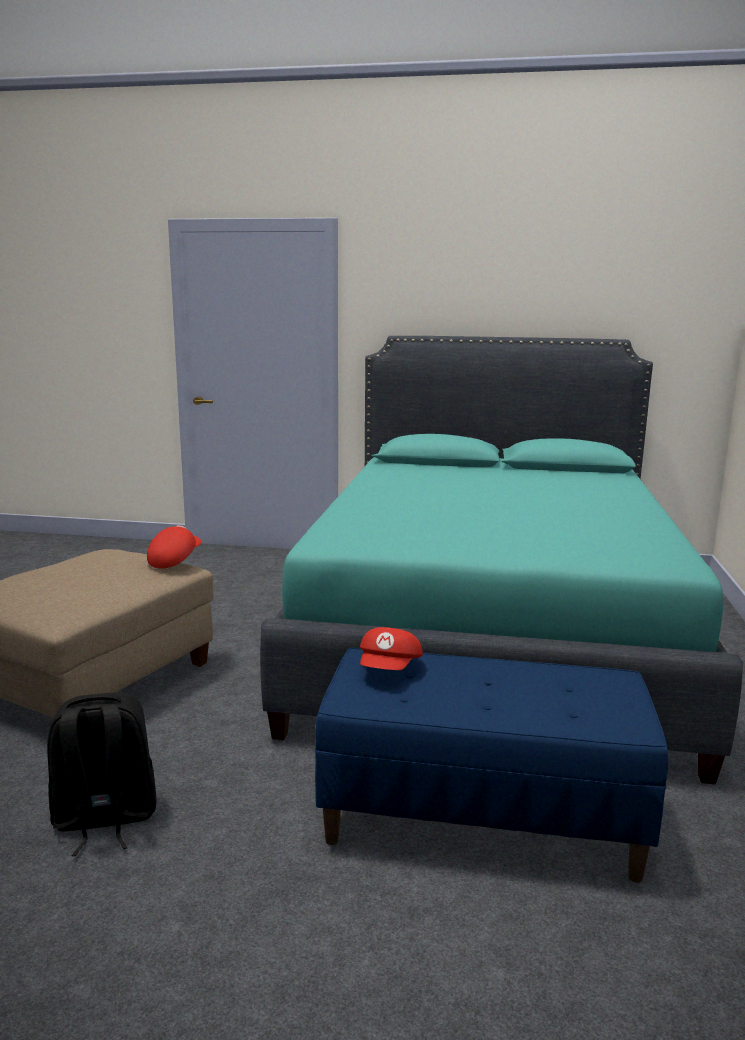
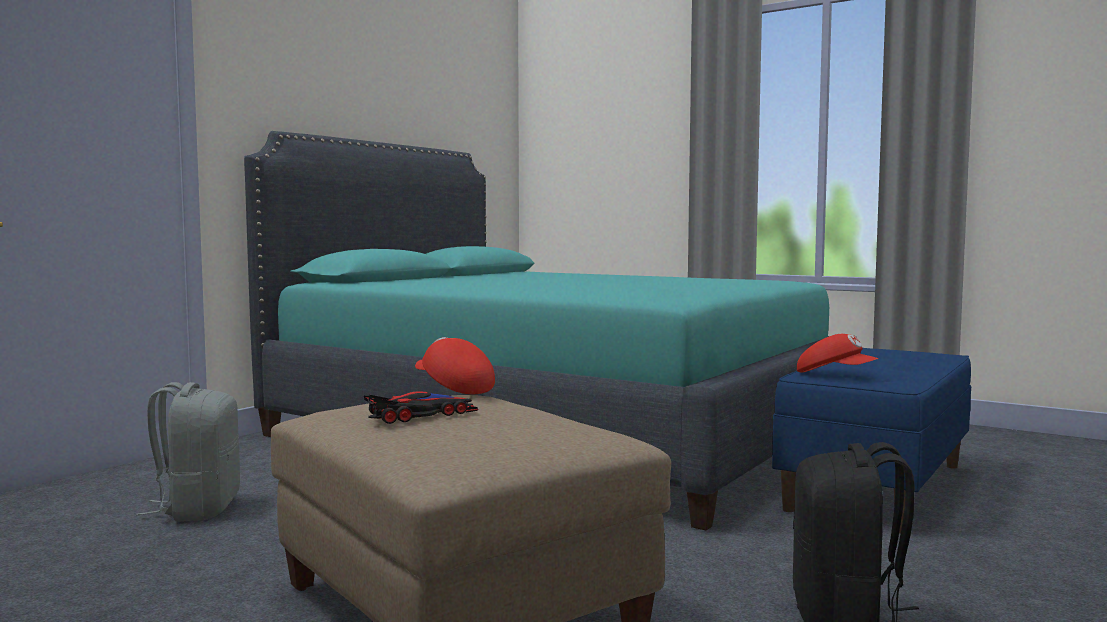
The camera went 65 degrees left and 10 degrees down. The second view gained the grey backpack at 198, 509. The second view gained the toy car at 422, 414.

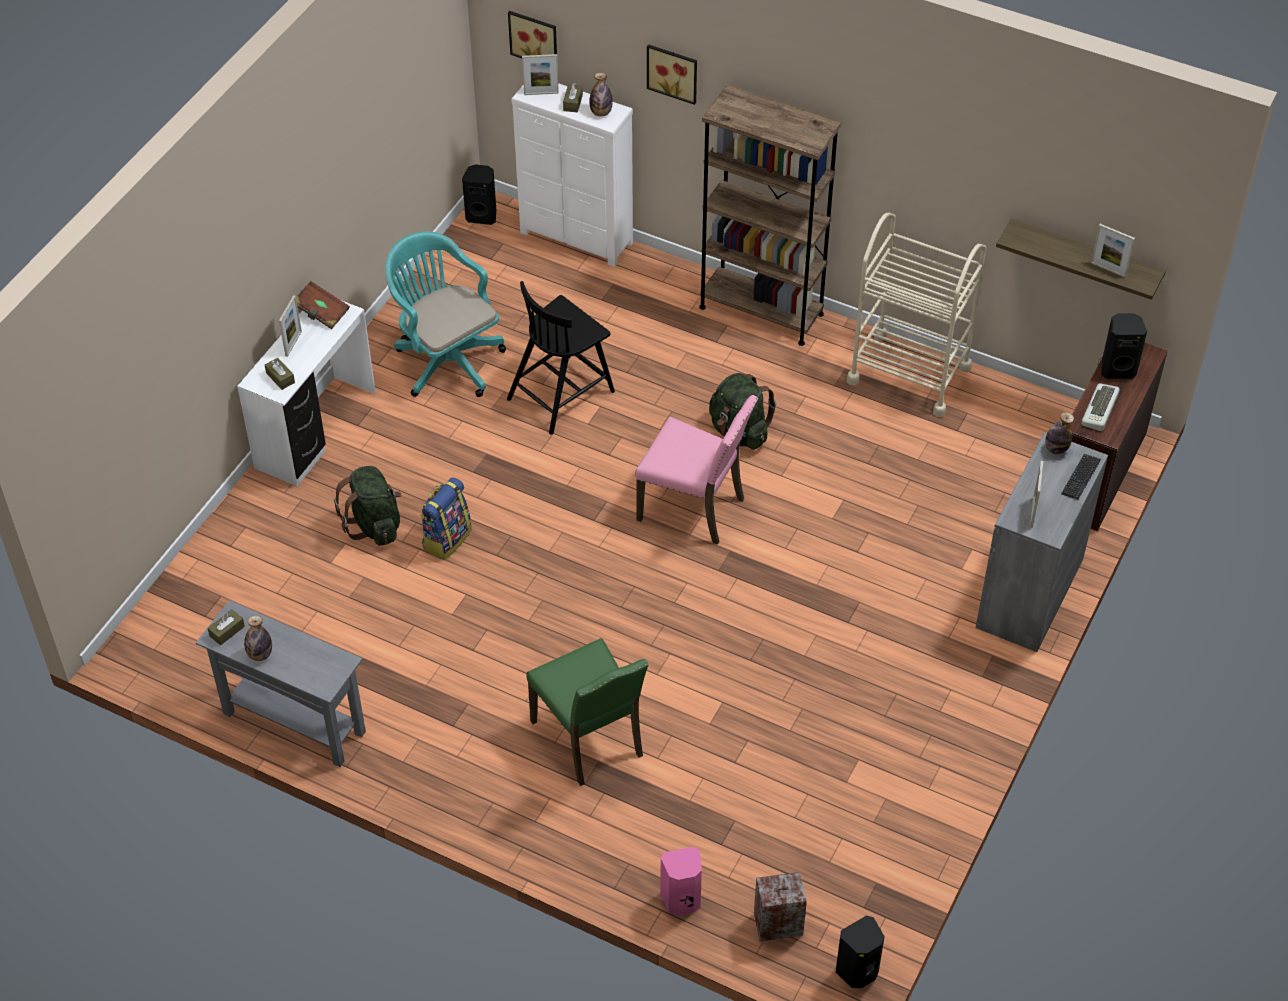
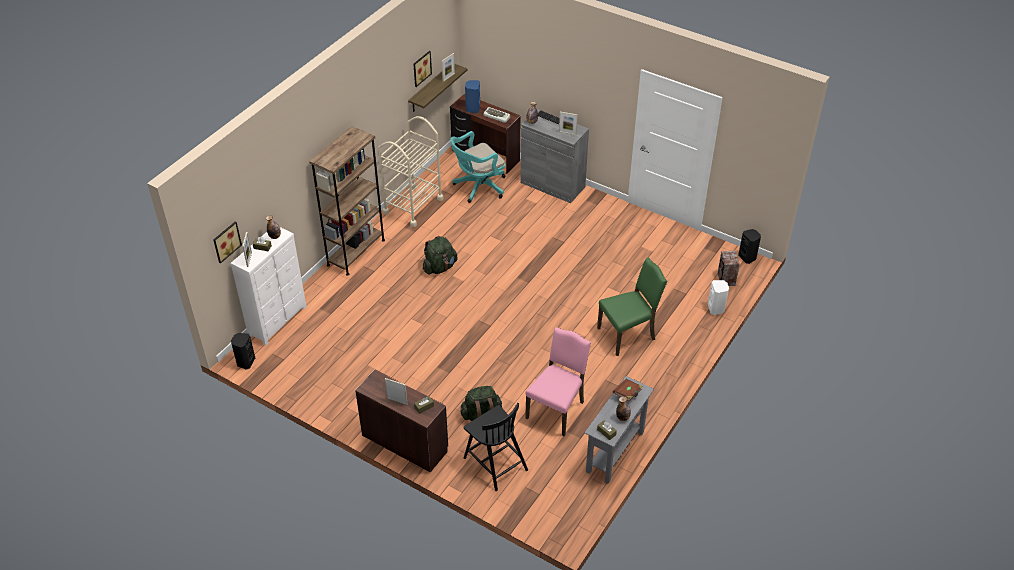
The camera went 85 degrees left and 5 degrees down. What was the white desk at 317, 430 turned into the brown desk at 405, 442. The brown book ended up elsewhere, having gone from 321, 313 to 627, 394. The turquoise office chair ended up elsewhere, having gone from 446, 359 to 478, 187. The second view lost the backpack at 446, 539. The black chair ended up elsewhere, having gone from 562, 394 to 495, 463. The pink chair ended up elsewhere, having gone from 694, 508 to 557, 409. The picture ended up elsewhere, having gone from 673, 72 to 421, 68. What was the pink speaker at 681, 900 turned into the white speaker at 716, 309. What was the black speaker at 1117, 369 turned into the blue speaker at 472, 108.

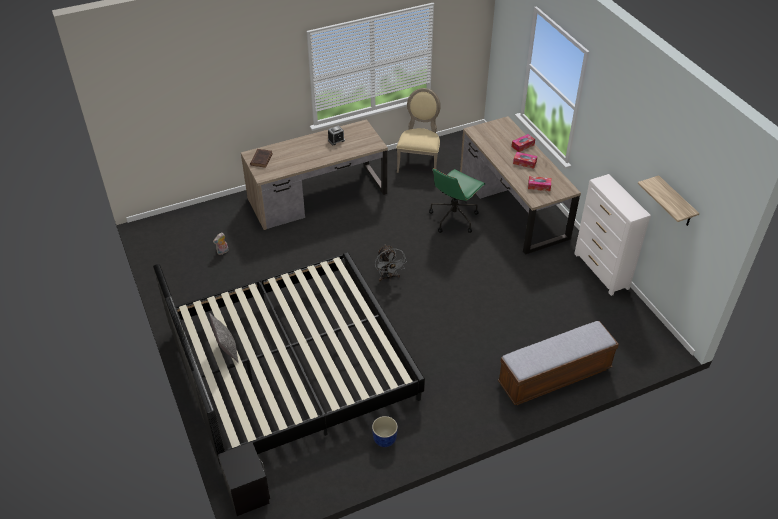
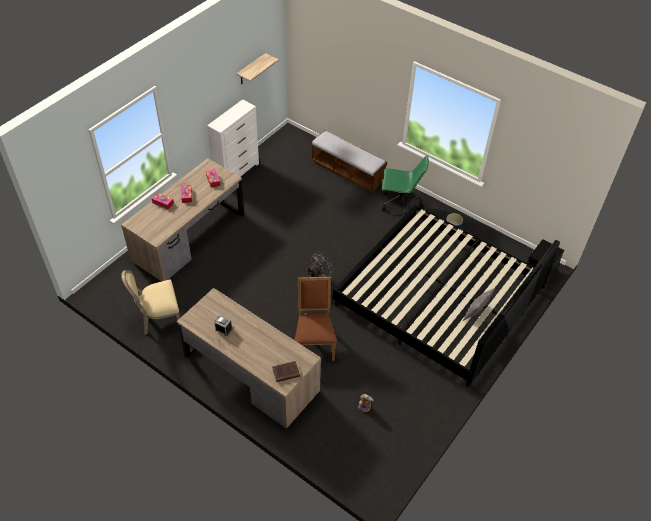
The camera went 120 degrees left and 5 degrees up. The green office chair ended up elsewhere, having gone from 454, 218 to 400, 204. The second view gained the brown chair at 314, 342.

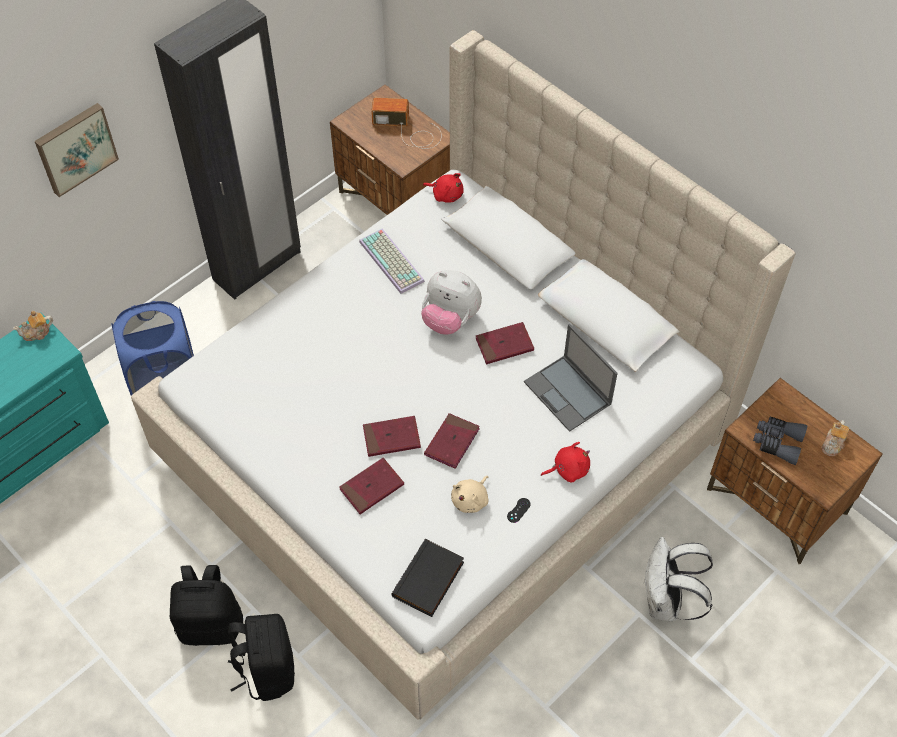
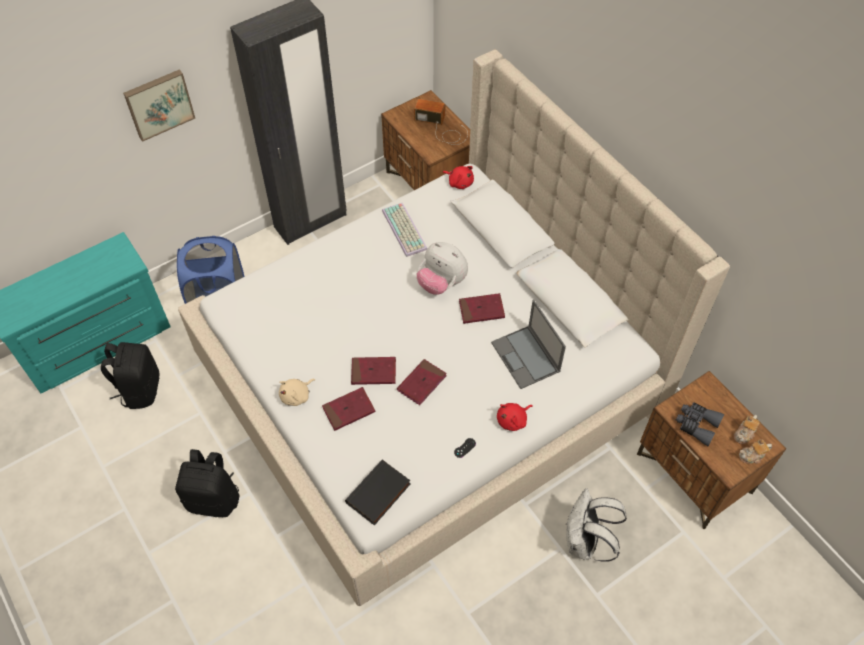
The camera went 10 degrees right and 0 degrees up. The teapot ended up elsewhere, having gone from 37, 333 to 752, 456. The black backpack ended up elsewhere, having gone from 267, 670 to 140, 389. The beige plush toy ended up elsewhere, having gone from 471, 500 to 297, 396. The red plush toy at 568, 469 ended up facing another way, 150 degrees clockwise from before.

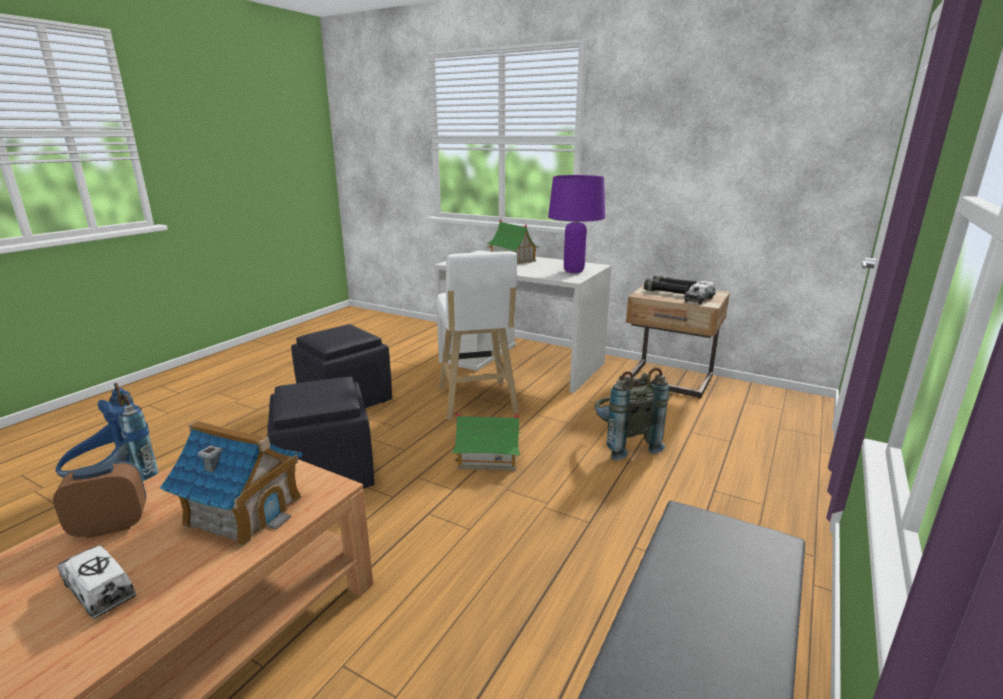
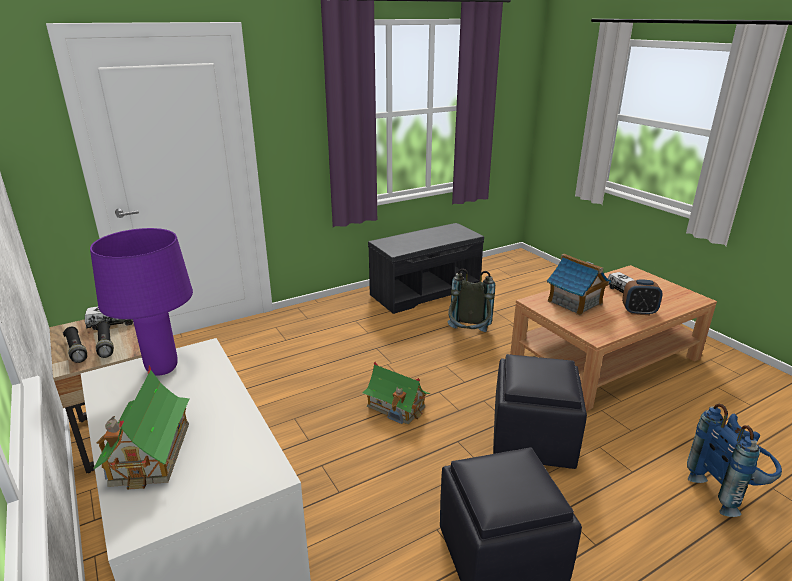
The camera went 150 degrees left and 5 degrees up. The second view lost the white stool at 477, 402. The grey backpack ended up elsewhere, having gone from 623, 444 to 468, 336.

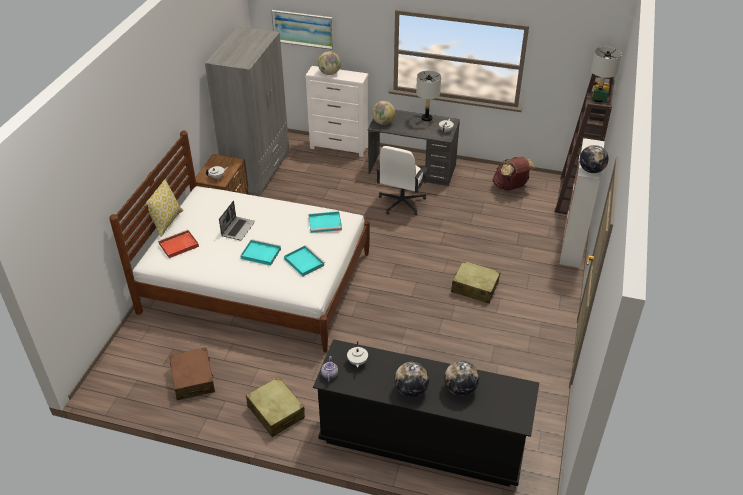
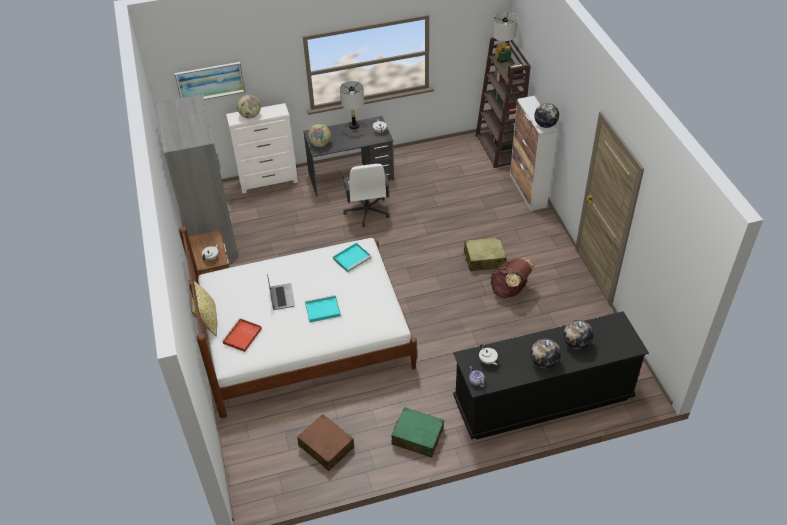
The camera went 30 degrees left and 5 degrees up. What was the beige suitcase at 276, 412 turned into the green suitcase at 417, 437. The second view lost the turquoise tray at 303, 262. The brown backpack ended up elsewhere, having gone from 510, 187 to 510, 290.

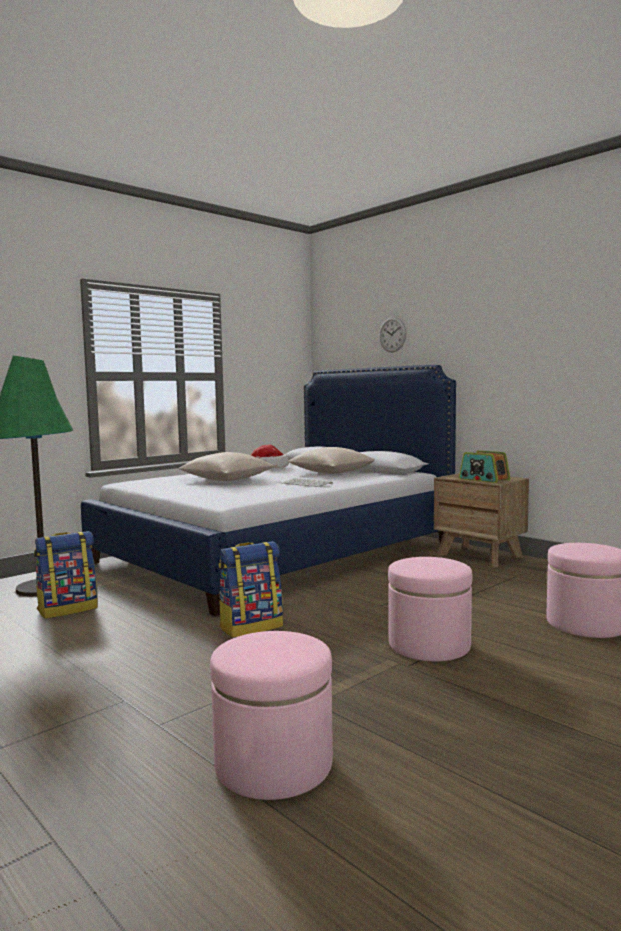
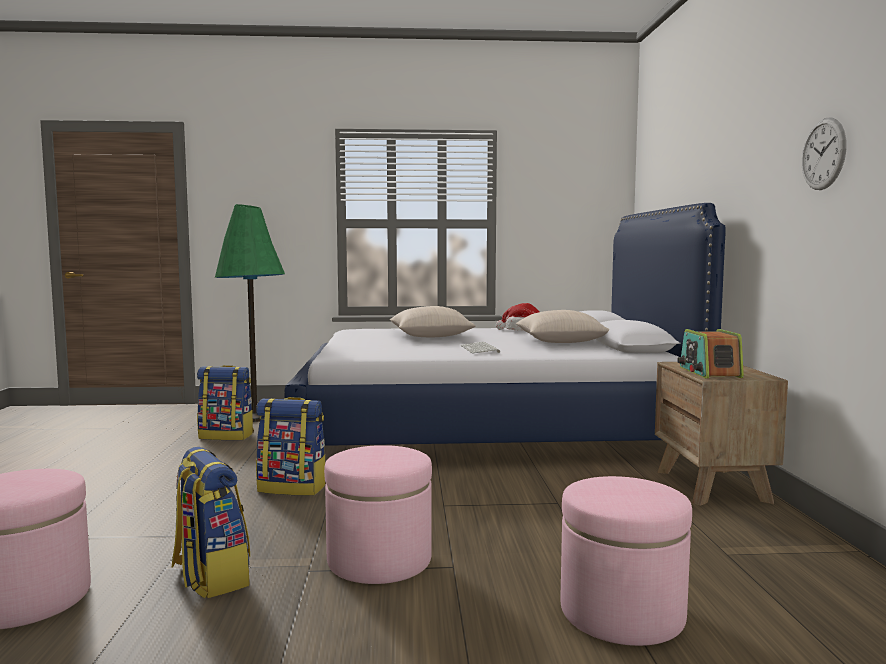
The camera went 40 degrees right and 0 degrees up. The wall clock ended up elsewhere, having gone from 392, 334 to 823, 154. The second view gained the backpack at 210, 577.

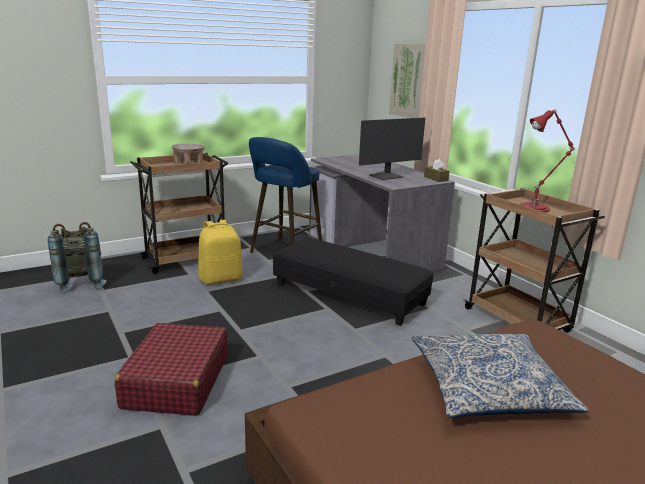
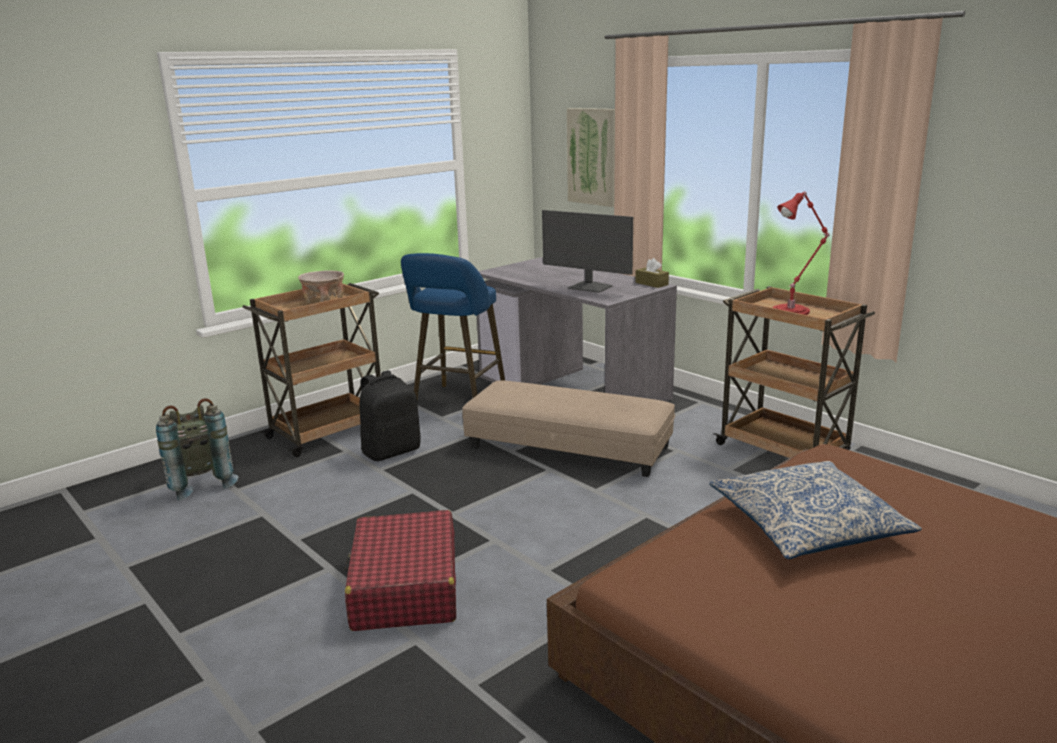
The camera went 10 degrees left and 0 degrees up. What was the yellow backpack at 220, 279 turned into the black backpack at 391, 451. What was the black ottoman at 349, 294 turned into the beige ottoman at 568, 447. The monitor at 387, 176 ended up facing another way, 75 degrees clockwise from before.

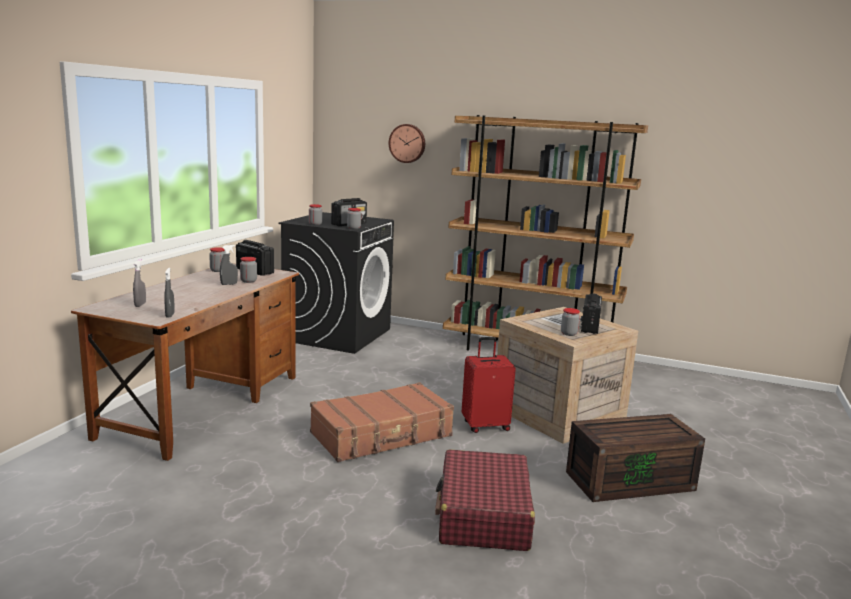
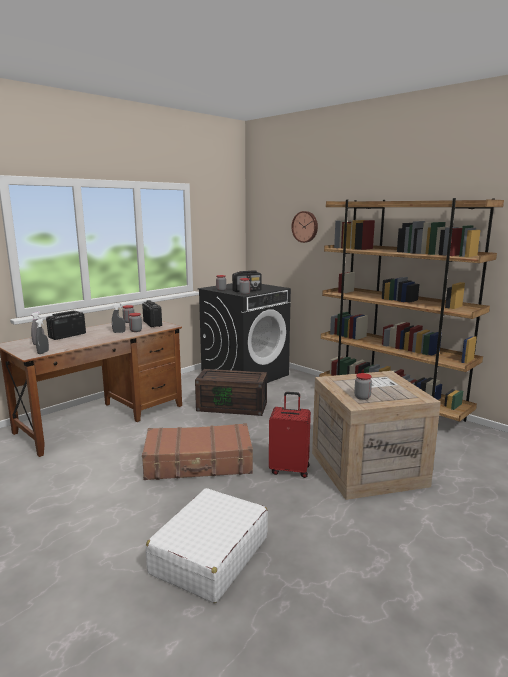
The camera went 25 degrees right and 0 degrees up. What was the red suitcase at 483, 515 turned into the white suitcase at 209, 555. The brown storage box ended up elsewhere, having gone from 630, 480 to 233, 406. The radio ended up elsewhere, having gone from 590, 327 to 67, 336.

